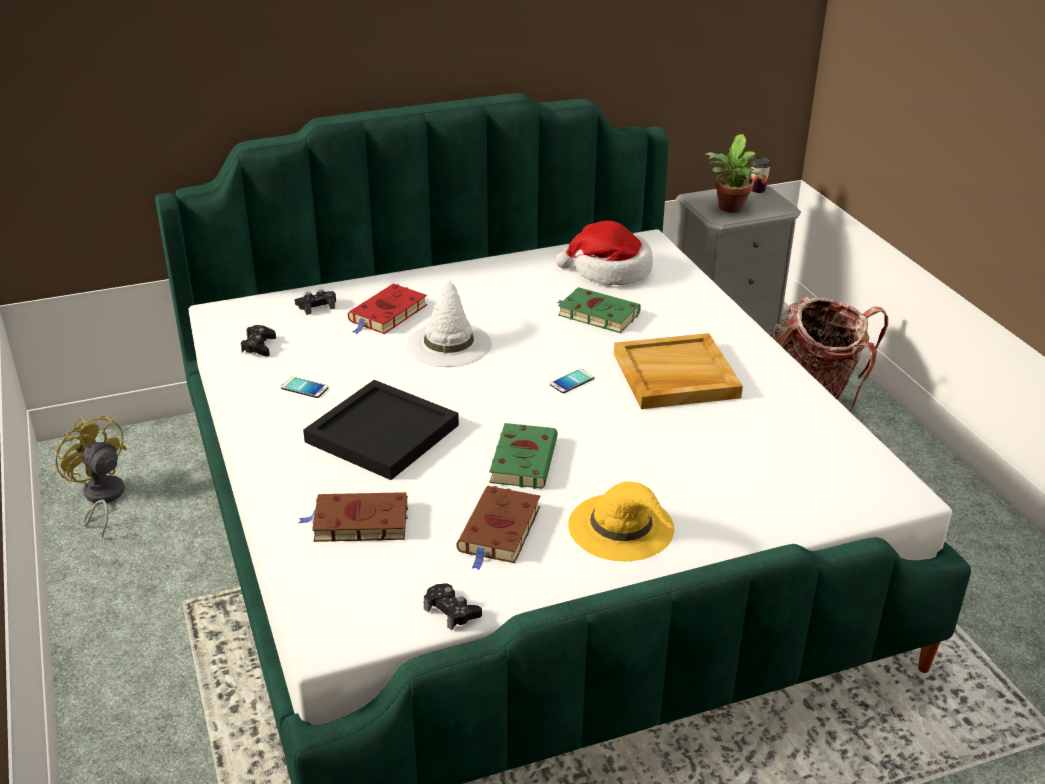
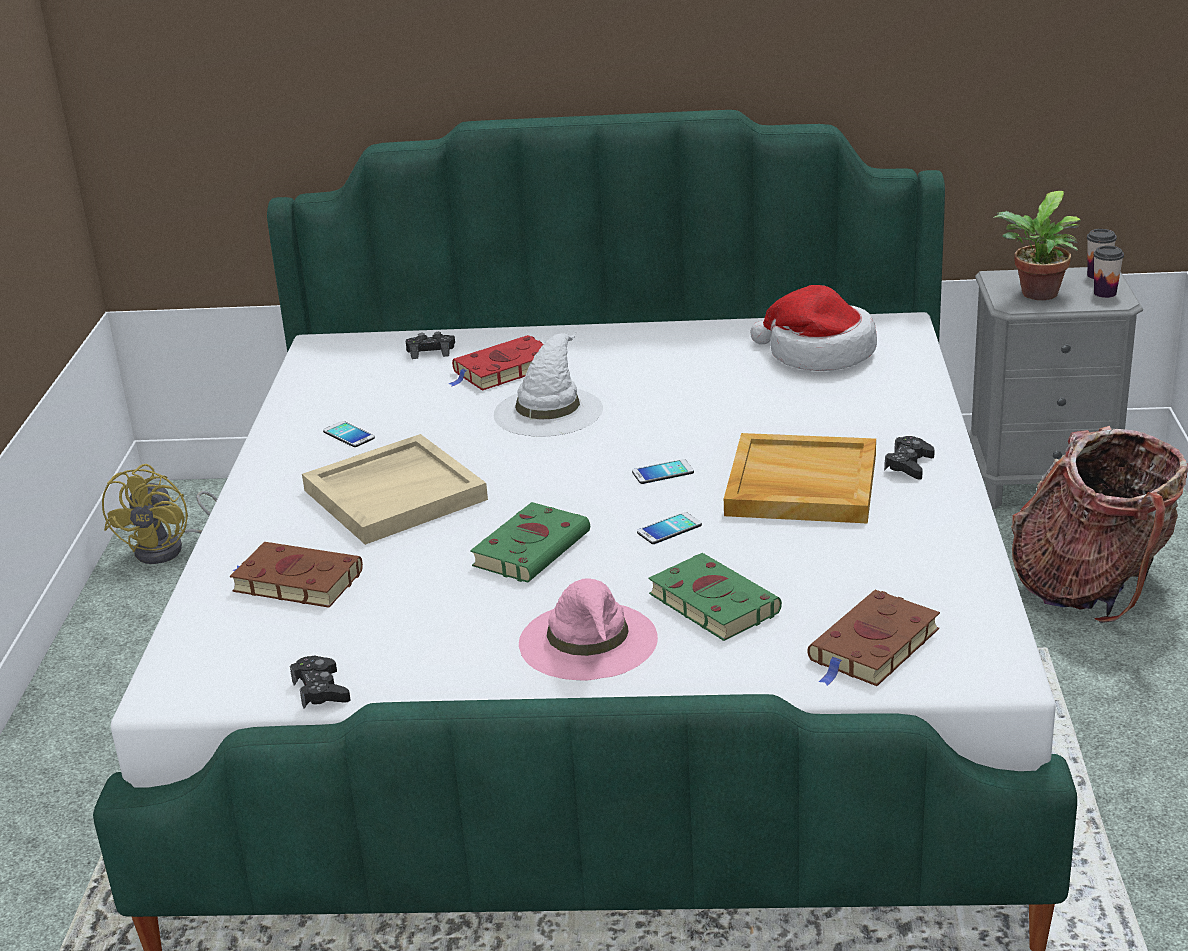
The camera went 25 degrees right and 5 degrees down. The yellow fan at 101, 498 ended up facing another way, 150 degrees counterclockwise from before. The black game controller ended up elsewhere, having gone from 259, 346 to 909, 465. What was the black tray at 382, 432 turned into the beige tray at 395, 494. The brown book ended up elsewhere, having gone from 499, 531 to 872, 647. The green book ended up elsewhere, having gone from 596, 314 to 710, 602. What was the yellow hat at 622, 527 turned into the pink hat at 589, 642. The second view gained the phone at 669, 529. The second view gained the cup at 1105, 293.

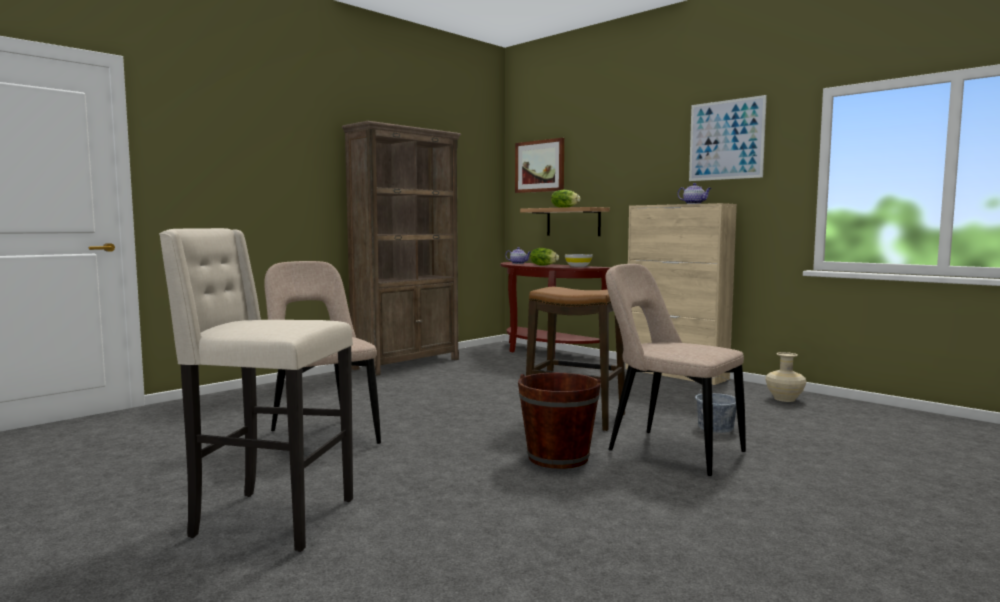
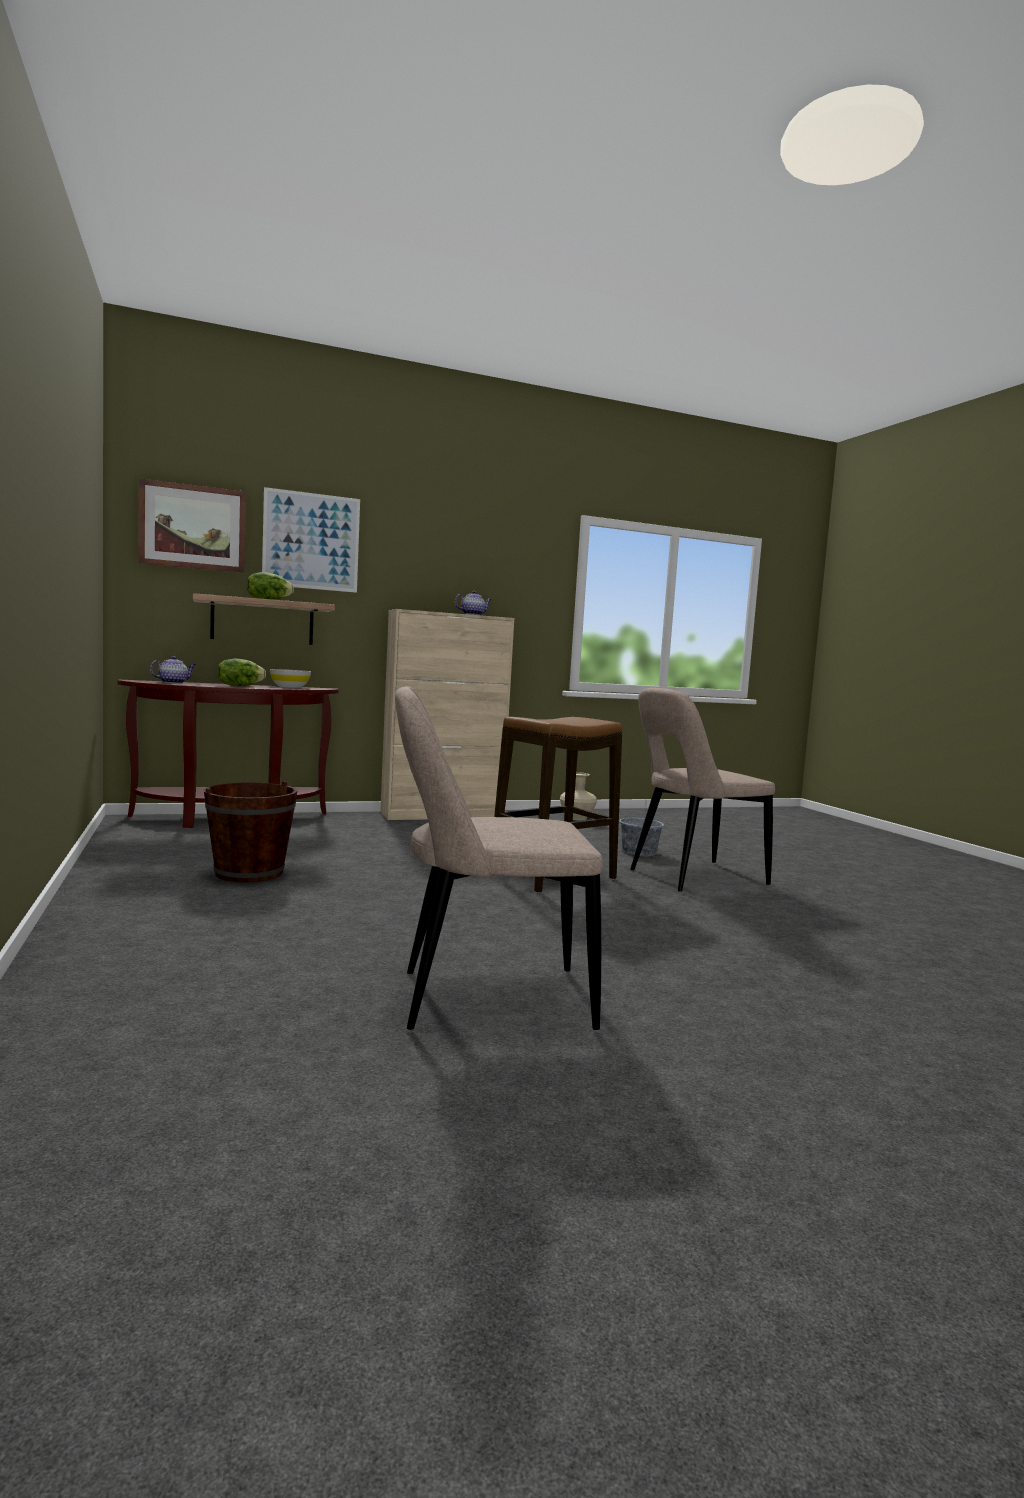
The camera went 65 degrees left and 0 degrees up. The second view lost the beige stool at 270, 519. The second view lost the brown bookcase at 407, 364. The brown bucket ended up elsewhere, having gone from 558, 458 to 249, 873. The picture ended up elsewhere, having gone from 726, 140 to 311, 541.

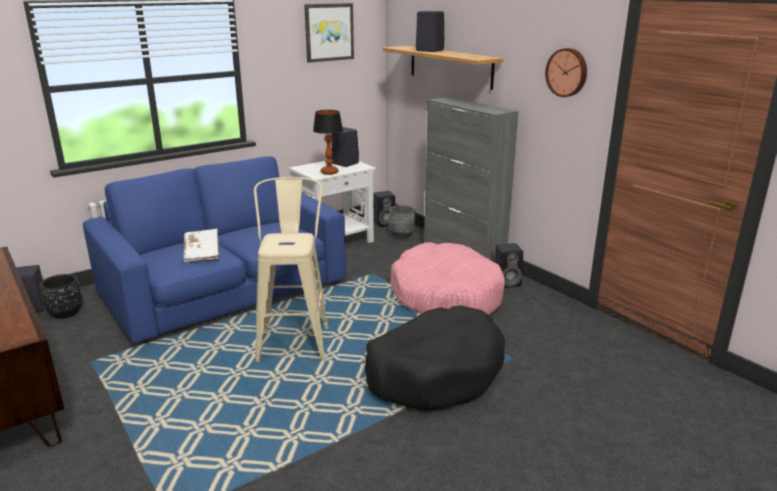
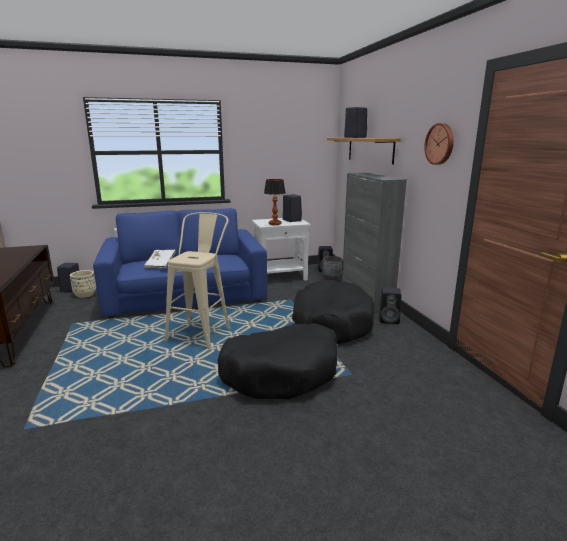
The camera went 20 degrees right and 5 degrees down. What was the black planter at 66, 313 turned into the beige planter at 85, 295. The second view lost the picture at 329, 32. What was the pink dog bed at 446, 297 turned into the black dog bed at 332, 322.

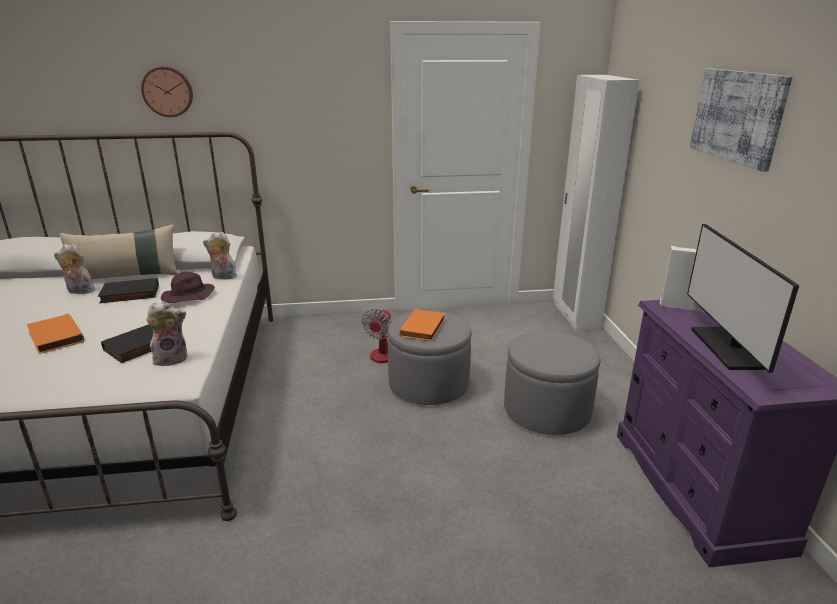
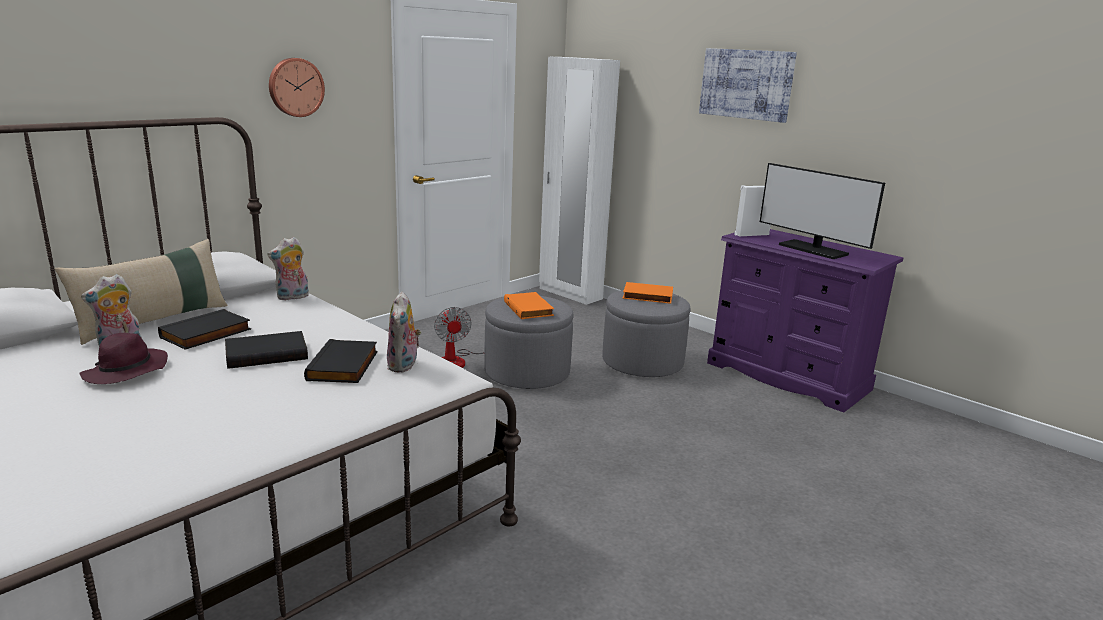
The camera went 40 degrees left and 5 degrees down. The orange book ended up elsewhere, having gone from 54, 337 to 647, 296. The wall clock ended up elsewhere, having gone from 168, 91 to 295, 87. The plush toy at 172, 358 ended up facing another way, 150 degrees clockwise from before. The purple hat ended up elsewhere, having gone from 188, 297 to 126, 372. The second view gained the black book at 267, 353.

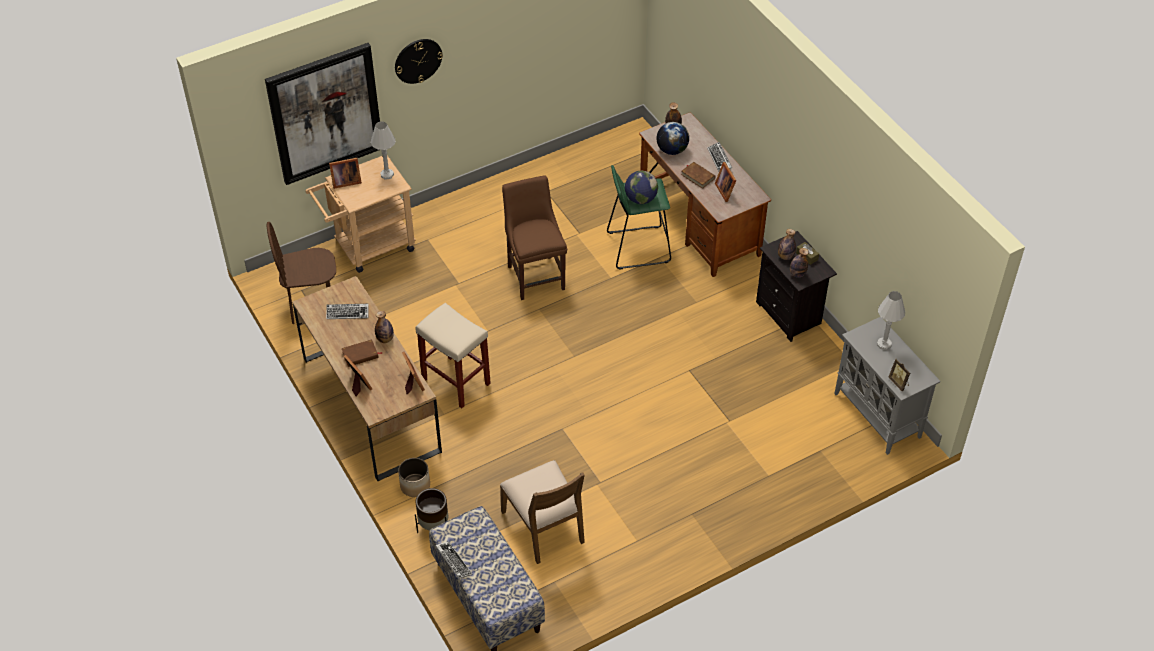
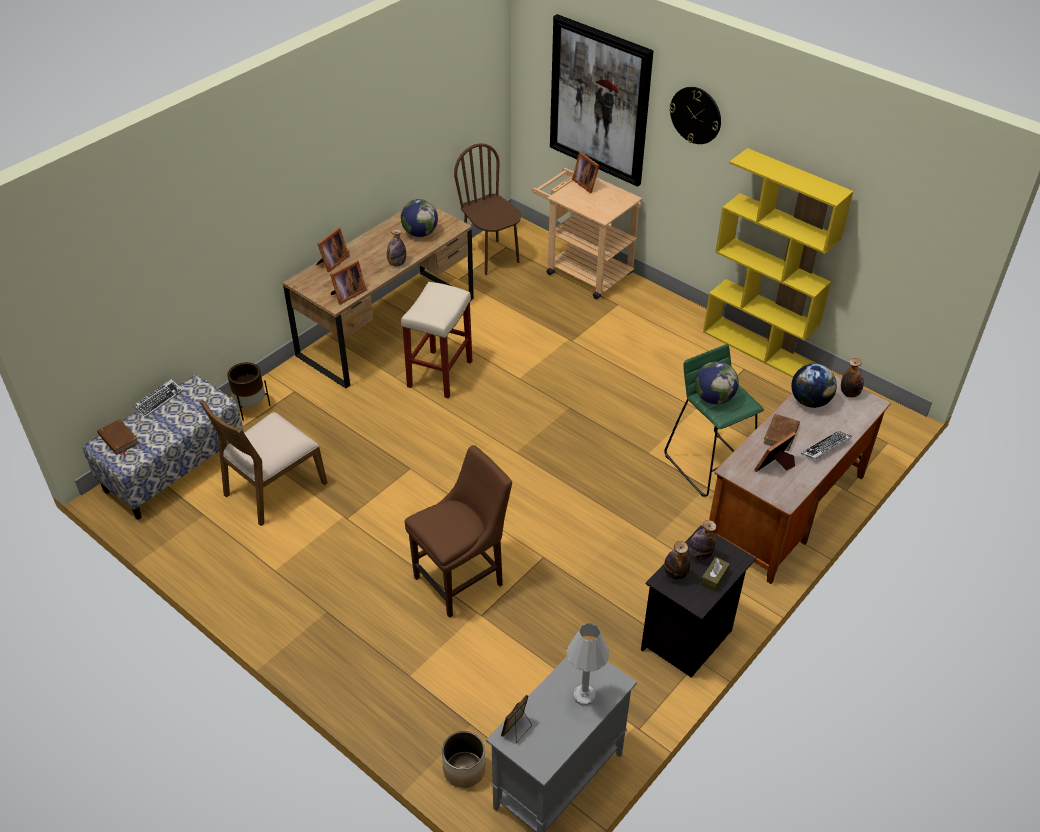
The camera went 70 degrees right and 5 degrees down. Where the keyboard stood at 347, 313, the globe came to stand at 420, 233. The brown book ended up elsewhere, having gone from 360, 355 to 118, 439. The second view lost the white table lamp at 387, 175. The planter ended up elsewhere, having gone from 415, 485 to 464, 769. The brown chair ended up elsewhere, having gone from 535, 275 to 462, 579. The second view gained the yellow bookcase at 757, 347.

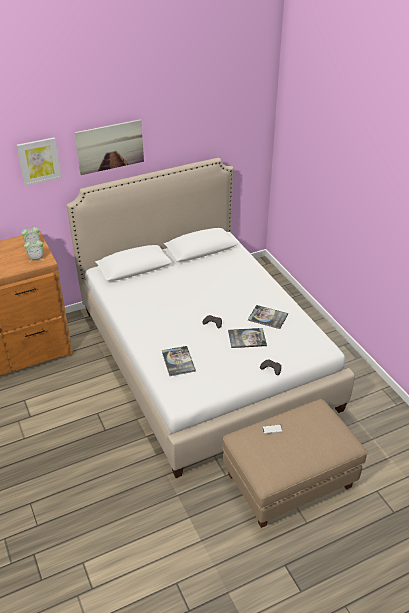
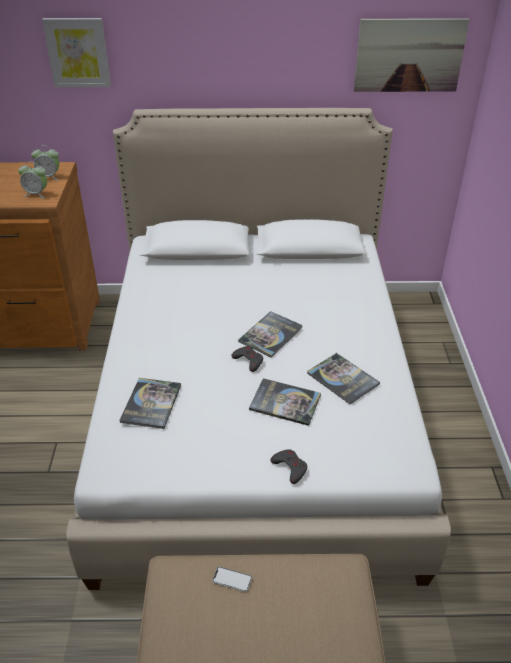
The camera went 25 degrees right and 0 degrees up. The picture ended up elsewhere, having gone from 110, 146 to 409, 55. The second view gained the book at 270, 334.

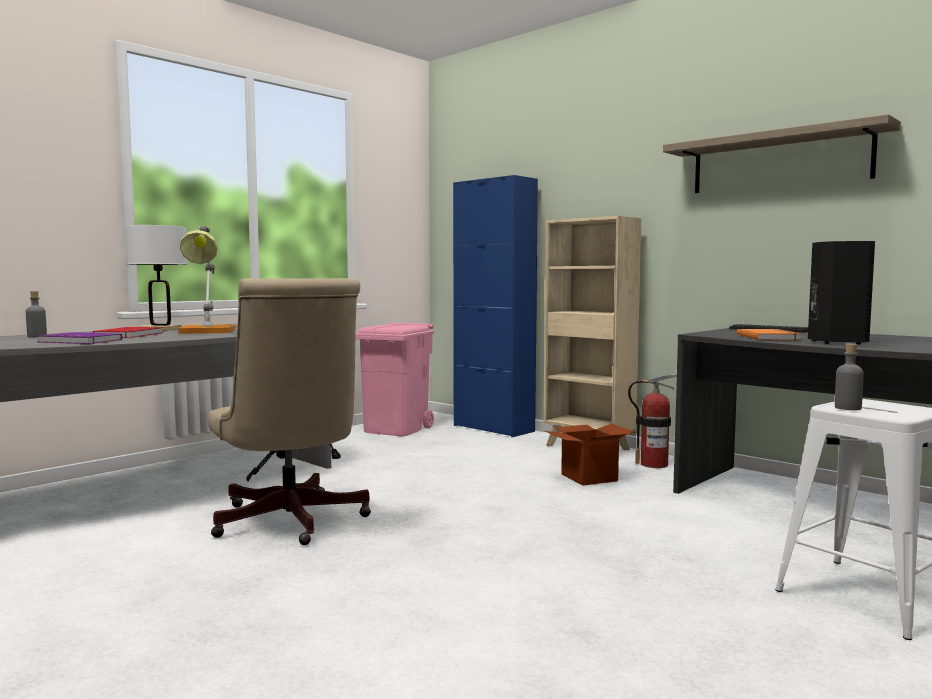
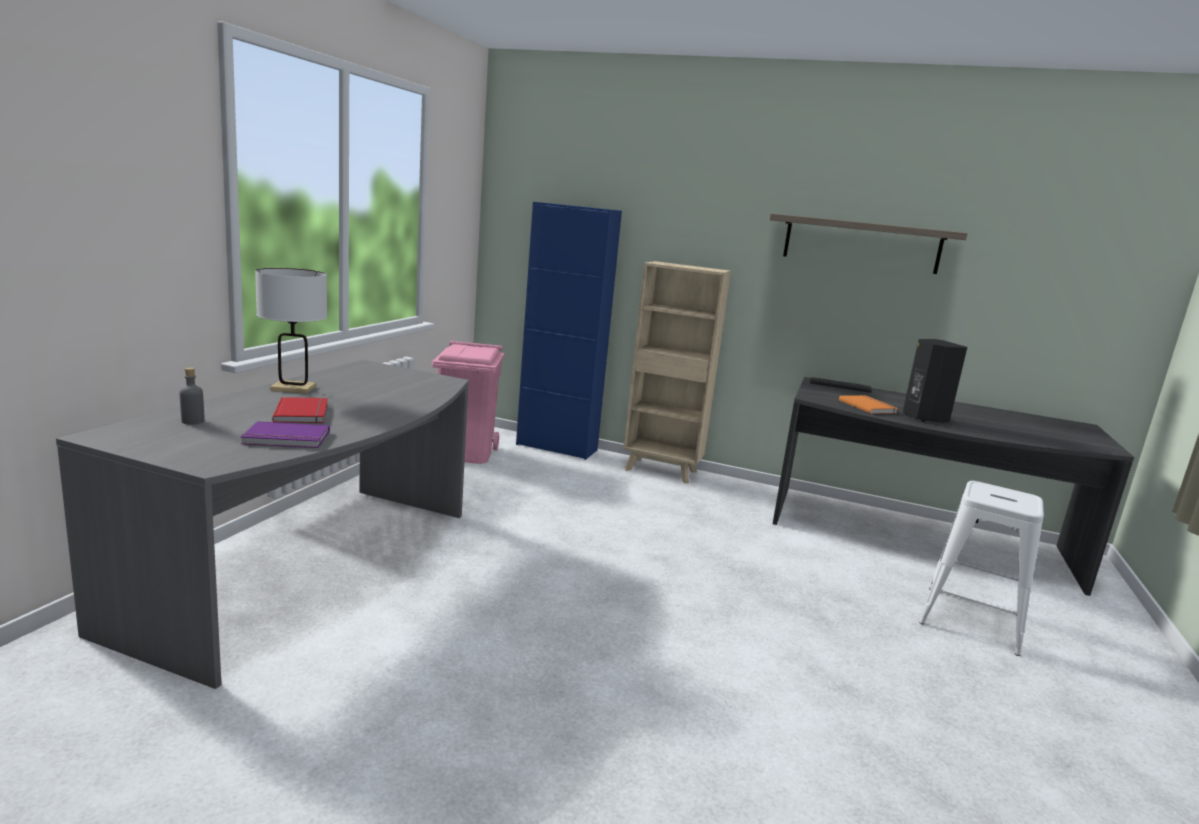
The camera went 25 degrees left and 10 degrees up. The second view lost the table lamp at 207, 332. The second view lost the beige office chair at 290, 523. The second view lost the cardboard box at 589, 477. The second view lost the fire extinguisher at 654, 464. The second view lost the grey bottle at 847, 408.

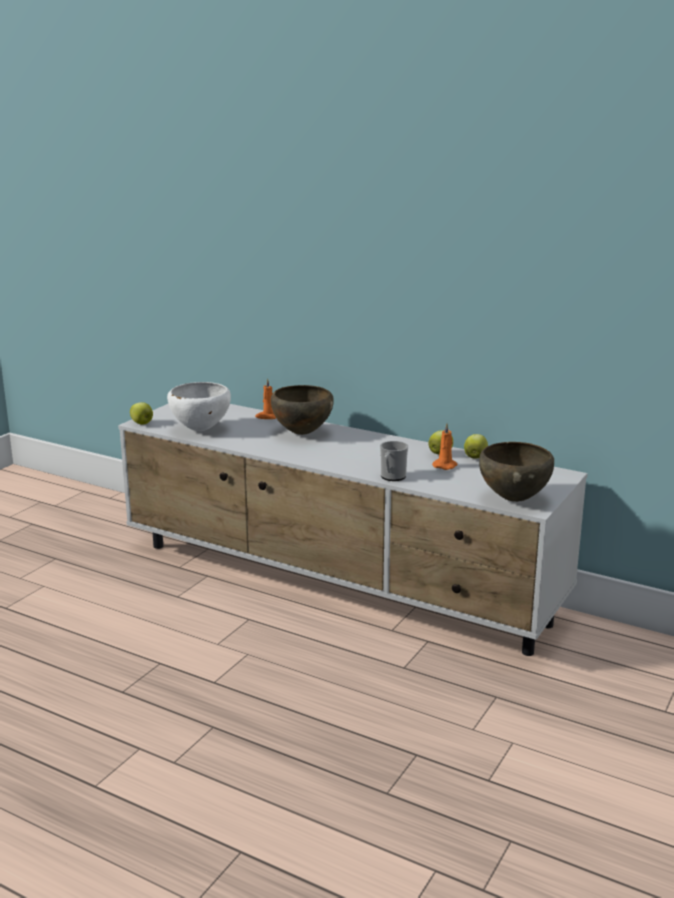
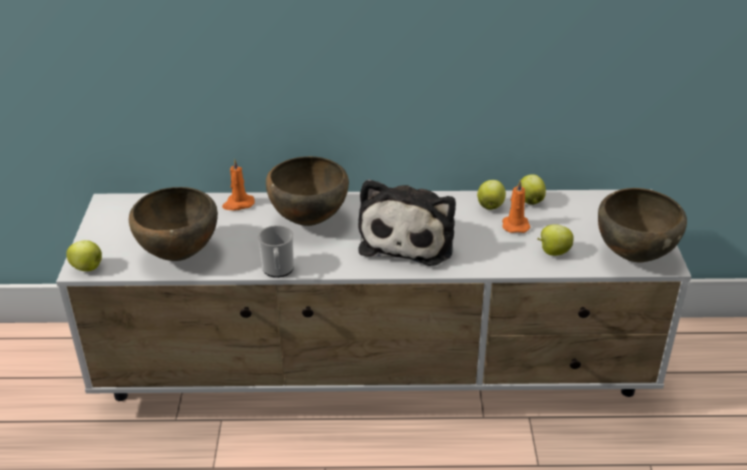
The camera went 30 degrees left and 15 degrees up. What was the white bowl at 200, 430 turned into the brown bowl at 178, 255. The mug ended up elsewhere, having gone from 392, 477 to 278, 270. The second view gained the plush toy at 409, 238. The second view gained the apple at 553, 252.

